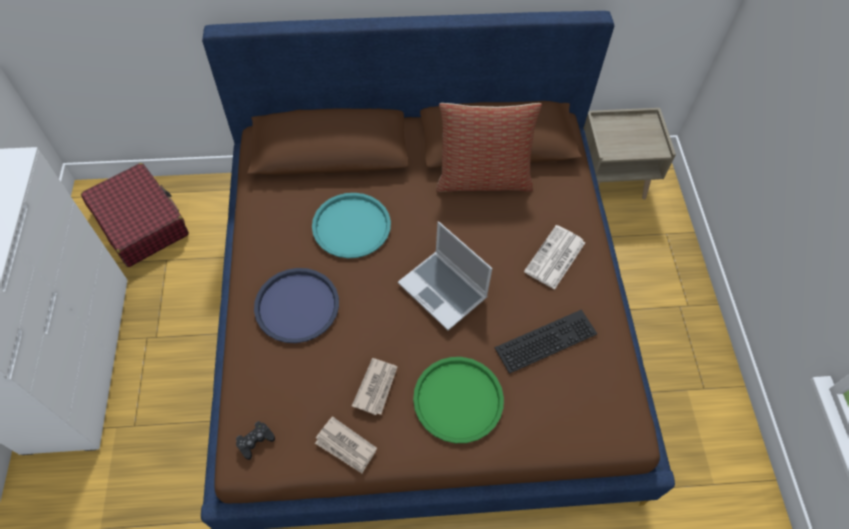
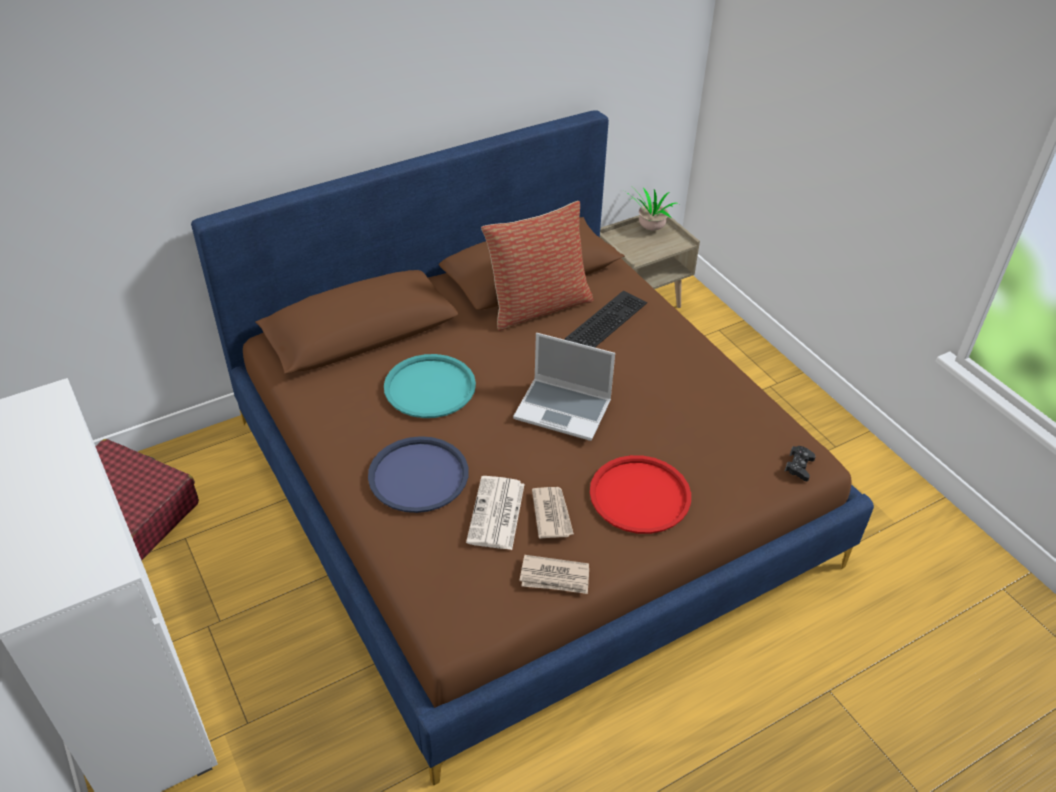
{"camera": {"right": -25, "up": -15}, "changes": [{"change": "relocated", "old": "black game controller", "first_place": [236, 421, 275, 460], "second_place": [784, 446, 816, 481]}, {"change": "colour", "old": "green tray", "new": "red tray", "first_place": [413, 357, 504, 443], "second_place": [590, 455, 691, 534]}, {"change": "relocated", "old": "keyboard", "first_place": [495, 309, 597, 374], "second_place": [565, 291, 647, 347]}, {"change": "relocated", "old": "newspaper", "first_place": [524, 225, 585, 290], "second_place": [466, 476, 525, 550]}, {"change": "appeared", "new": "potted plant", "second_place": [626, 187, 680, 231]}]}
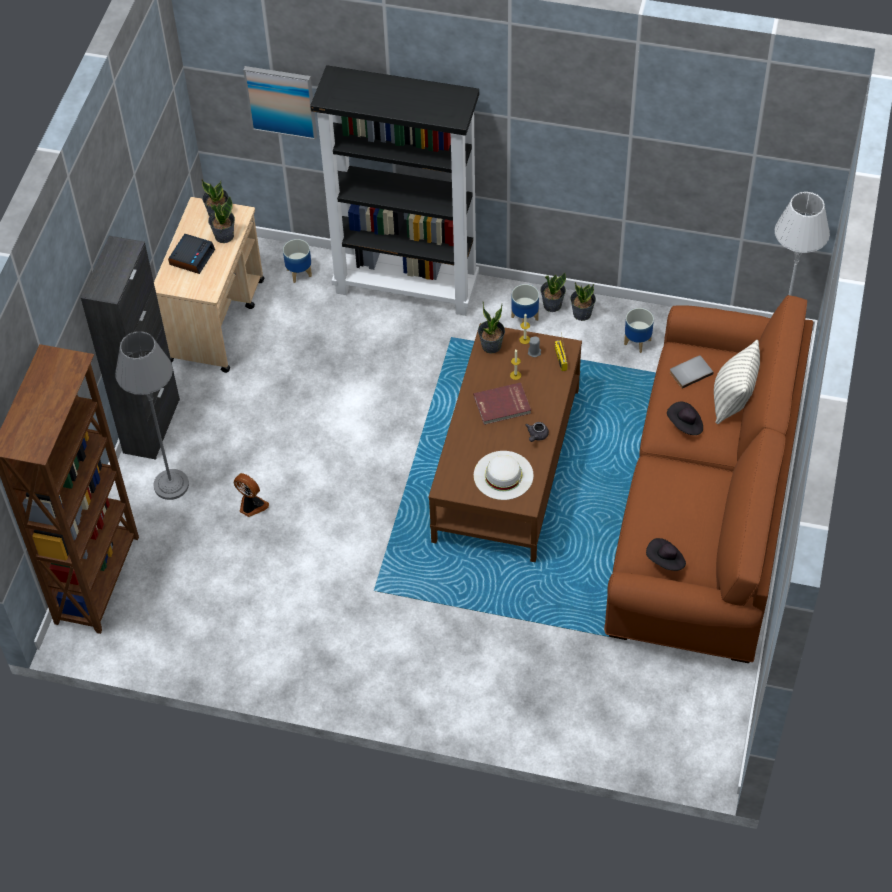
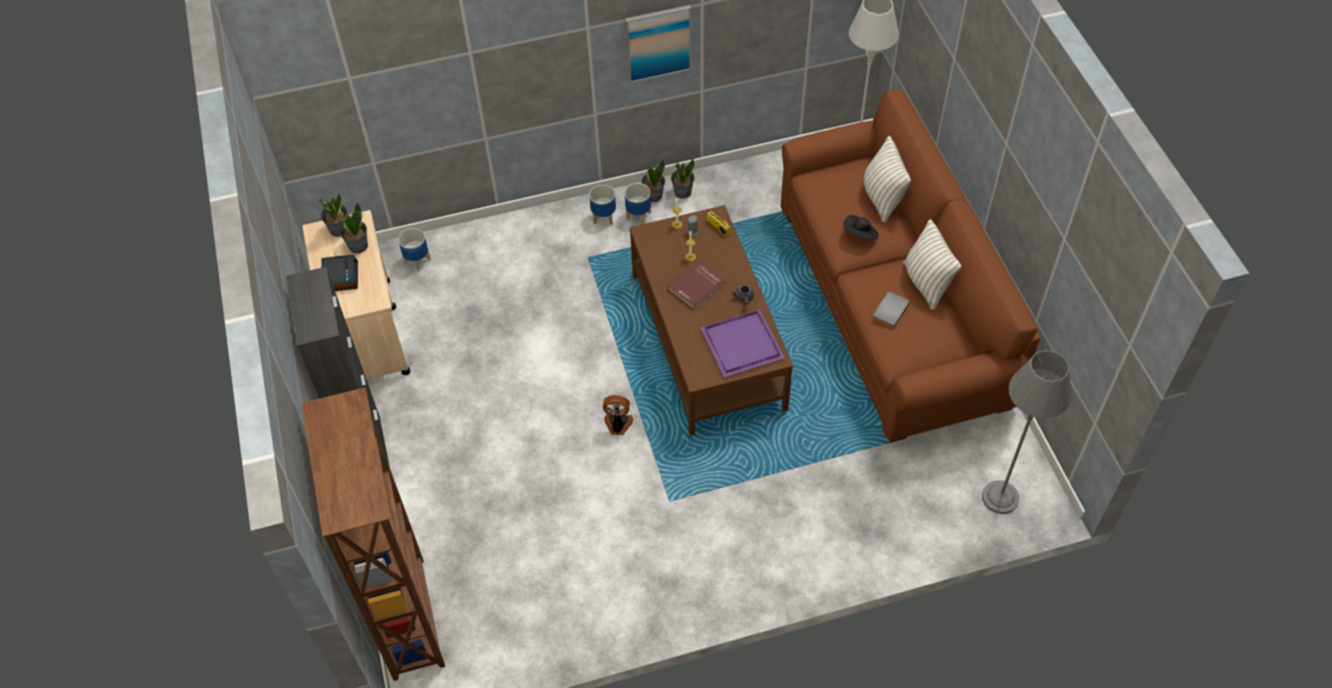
{"camera": {"right": -30, "up": 0}, "changes": [{"change": "relocated", "old": "grey floor lamp", "first_place": [115, 331, 189, 500], "second_place": [982, 350, 1071, 514]}, {"change": "relocated", "old": "fan", "first_place": [234, 473, 269, 517], "second_place": [603, 395, 633, 435]}, {"change": "relocated", "old": "picture", "first_place": [243, 66, 317, 140], "second_place": [625, 5, 691, 83]}, {"change": "missing", "old": "black bookcase", "first_place": [310, 65, 479, 316]}, {"change": "exchanged", "old": "white hat", "new": "purple tray", "first_place": [474, 451, 534, 500], "second_place": [700, 309, 785, 377]}, {"change": "missing", "old": "potted plant", "first_place": [478, 302, 505, 354]}, {"change": "relocated", "old": "planter", "first_place": [624, 308, 654, 353], "second_place": [589, 185, 616, 225]}, {"change": "missing", "old": "black hat", "first_place": [646, 538, 686, 571]}, {"change": "relocated", "old": "grey book", "first_place": [670, 355, 714, 388], "second_place": [872, 291, 910, 328]}, {"change": "appeared", "new": "pillow", "second_place": [903, 219, 961, 310]}]}
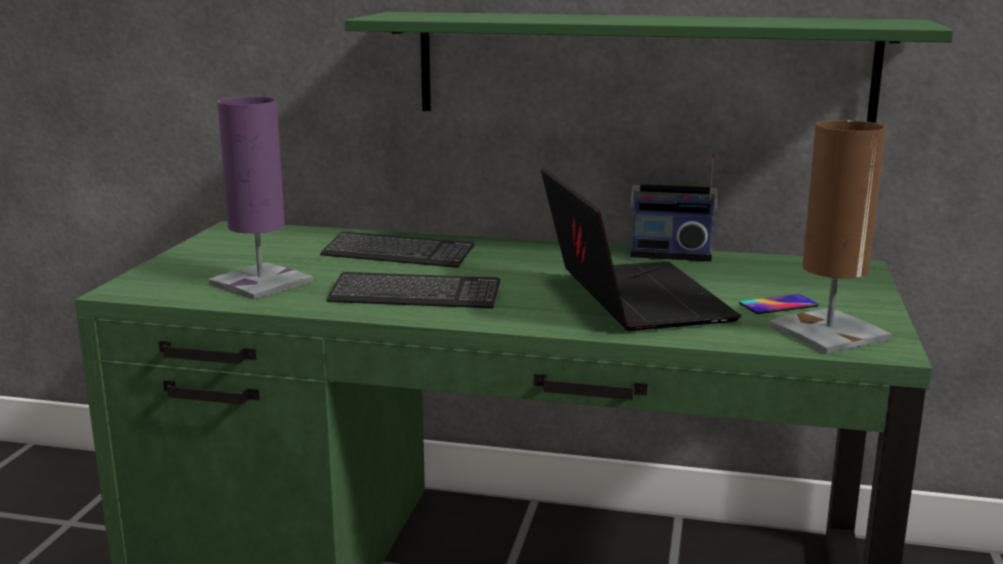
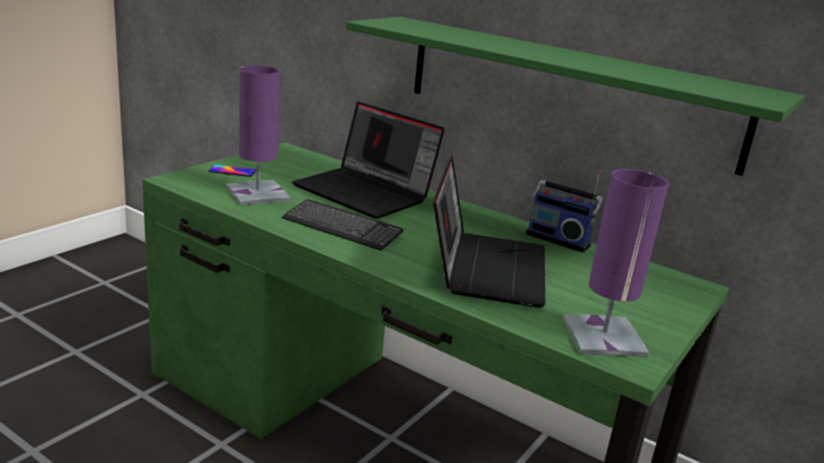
{"camera": {"right": 20, "up": 5}, "changes": [{"change": "exchanged", "old": "keyboard", "new": "laptop", "first_place": [320, 232, 474, 268], "second_place": [292, 102, 445, 219]}, {"change": "relocated", "old": "phone", "first_place": [739, 294, 819, 314], "second_place": [209, 165, 256, 177]}, {"change": "colour", "old": "brown table lamp", "new": "purple table lamp", "first_place": [769, 120, 892, 354], "second_place": [563, 169, 669, 357]}]}
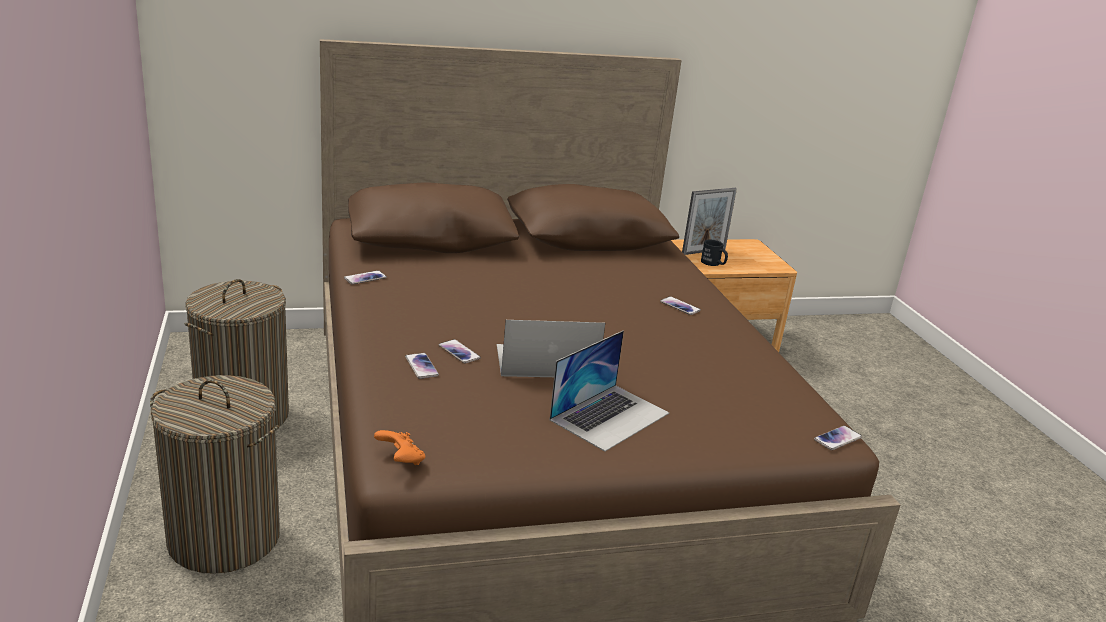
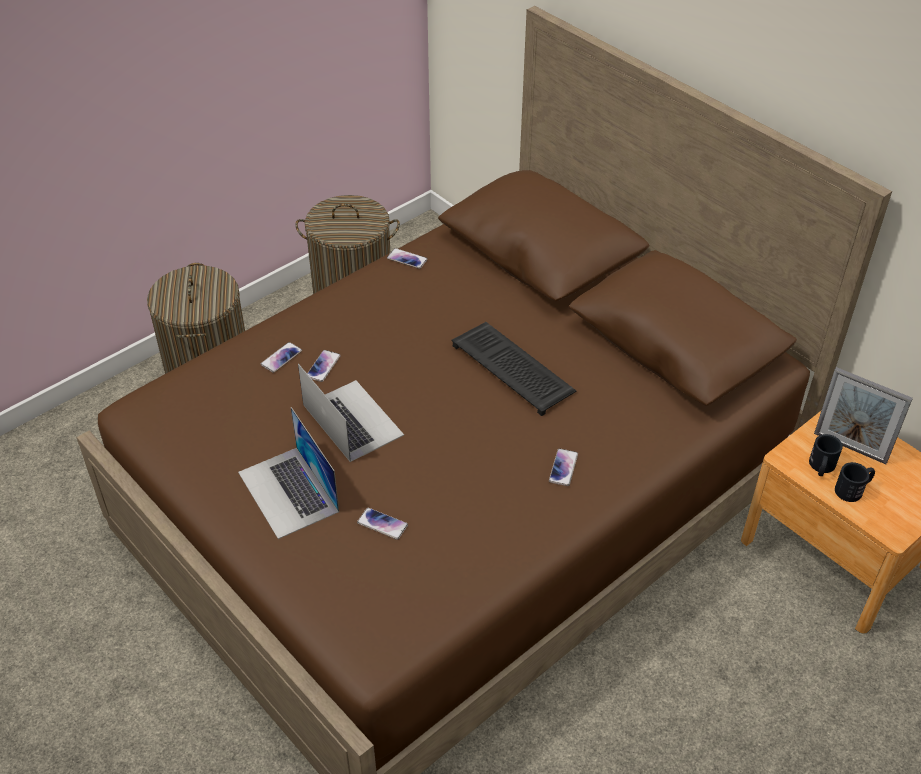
{"camera": {"right": 65, "up": 20}, "changes": [{"change": "missing", "old": "orange game controller", "first_place": [374, 430, 425, 465]}, {"change": "spun", "old": "laptop", "first_place": [550, 331, 669, 452], "second_place": [238, 407, 339, 539], "degrees": 45}, {"change": "relocated", "old": "phone", "first_place": [814, 426, 862, 450], "second_place": [357, 508, 408, 540]}, {"change": "appeared", "new": "keyboard", "second_place": [451, 322, 576, 416]}, {"change": "appeared", "new": "black mug", "second_place": [835, 462, 875, 502]}]}
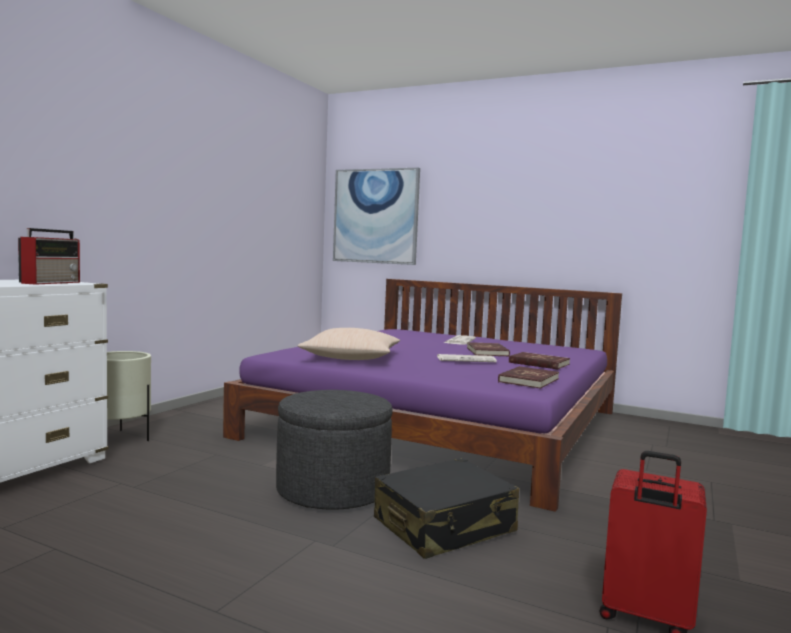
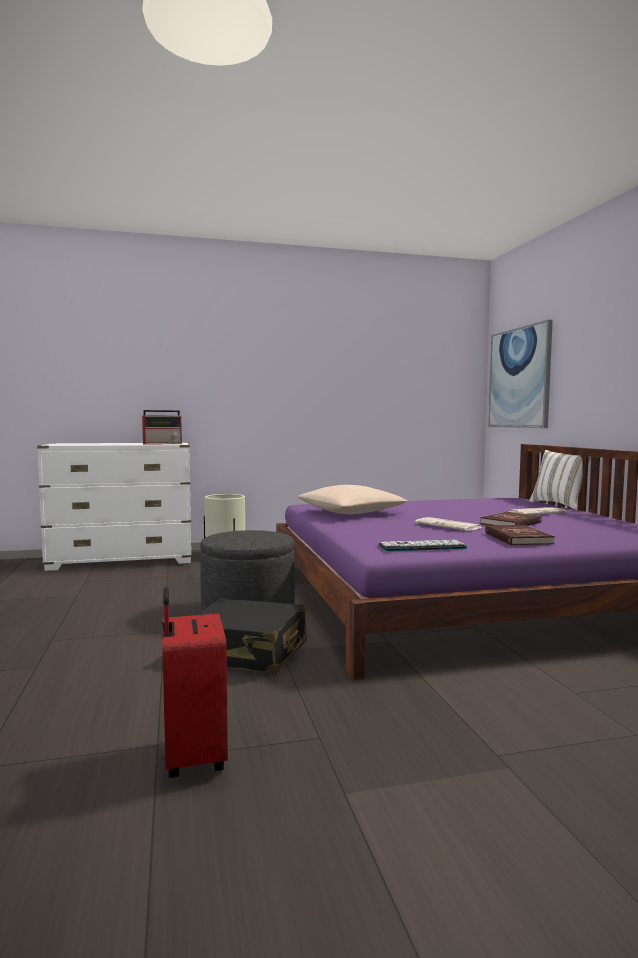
{"camera": {"right": 50, "up": 0}, "changes": [{"change": "exchanged", "old": "red book", "new": "keyboard", "first_place": [498, 366, 559, 389], "second_place": [378, 540, 467, 551]}, {"change": "appeared", "new": "white pillow", "second_place": [529, 450, 591, 509]}]}
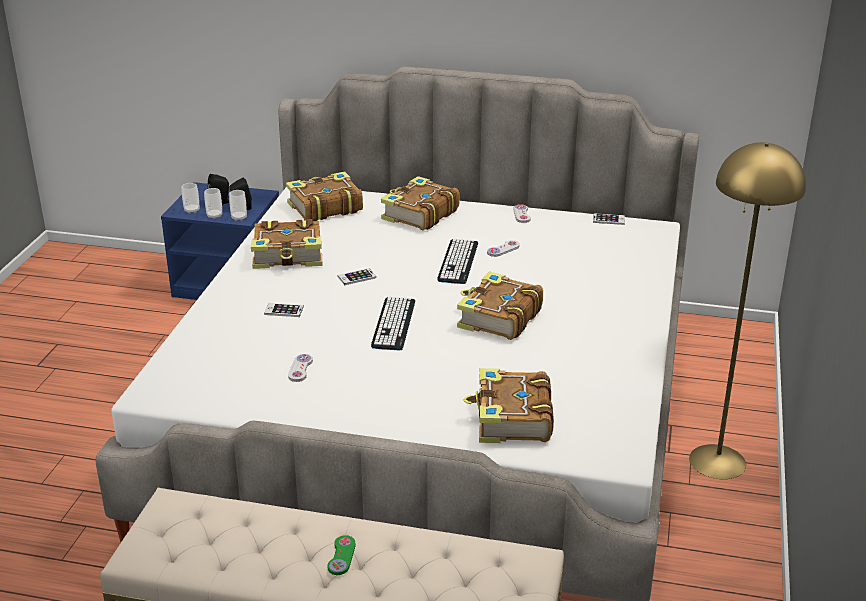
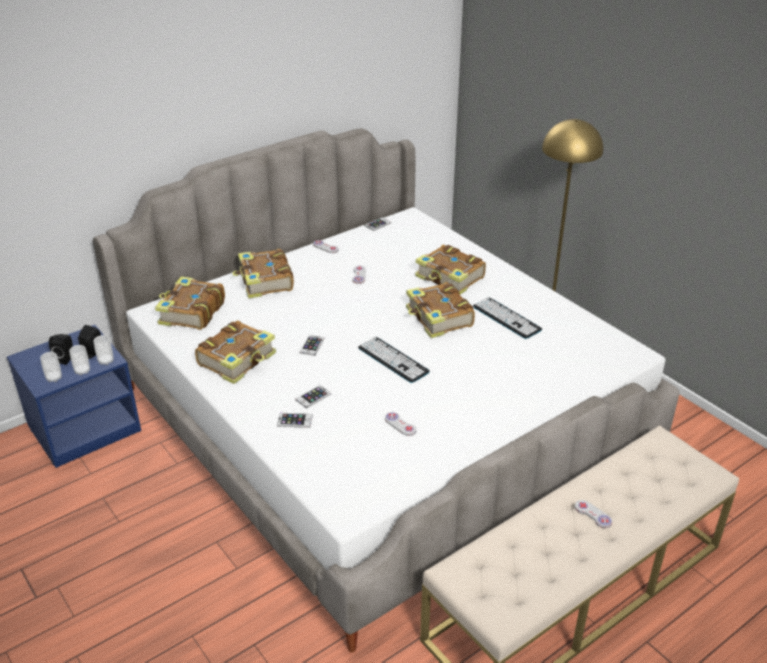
{"camera": {"right": -50, "up": 5}, "changes": [{"change": "colour", "old": "green game controller", "new": "white game controller", "first_place": [327, 535, 356, 575], "second_place": [575, 500, 612, 528]}, {"change": "relocated", "old": "keyboard", "first_place": [437, 239, 478, 284], "second_place": [473, 297, 542, 339]}, {"change": "relocated", "old": "book", "first_place": [463, 368, 554, 443], "second_place": [415, 245, 486, 295]}, {"change": "appeared", "new": "phone", "second_place": [277, 413, 313, 428]}]}
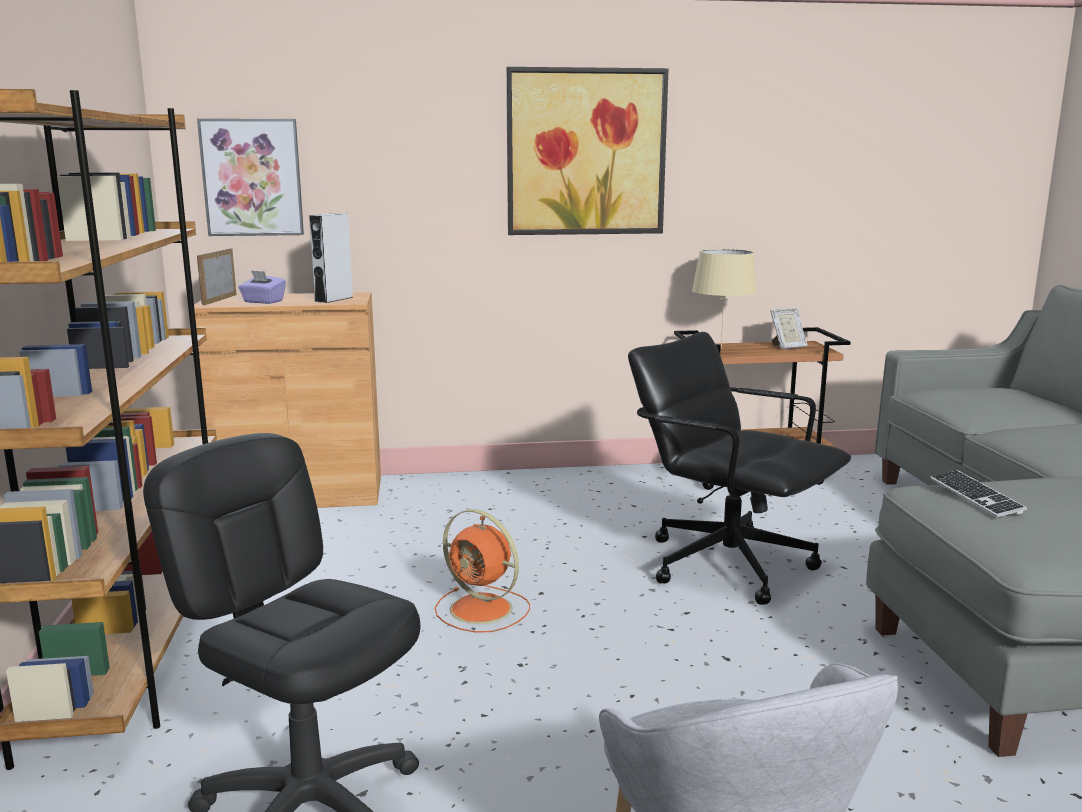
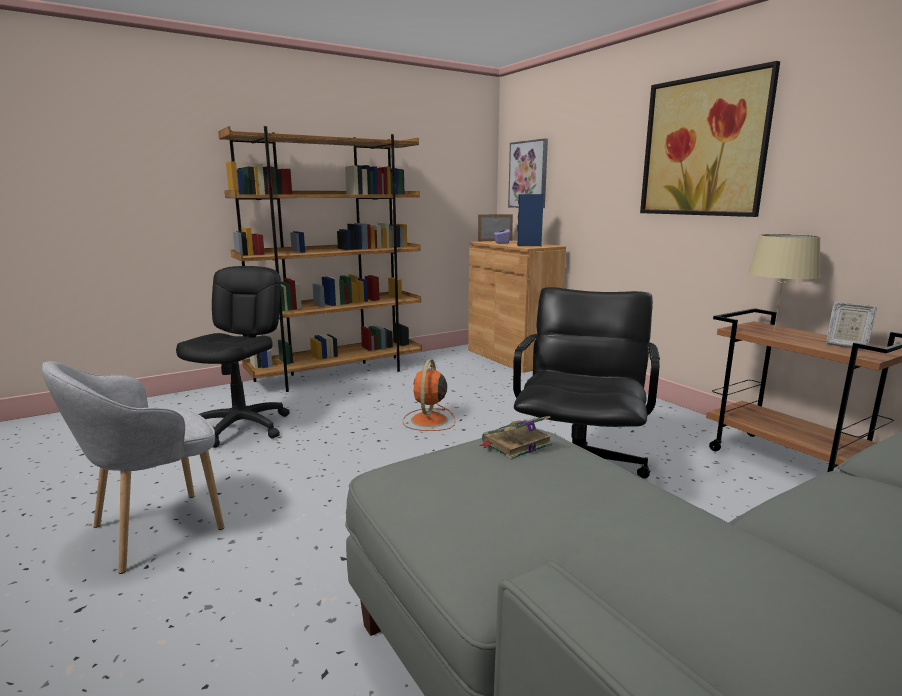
{"camera": {"right": 65, "up": 0}, "changes": [{"change": "colour", "old": "grey speaker", "new": "blue speaker", "first_place": [309, 213, 354, 303], "second_place": [517, 194, 544, 246]}, {"change": "exchanged", "old": "keyboard", "new": "book", "first_place": [930, 470, 1027, 517], "second_place": [479, 416, 552, 460]}]}
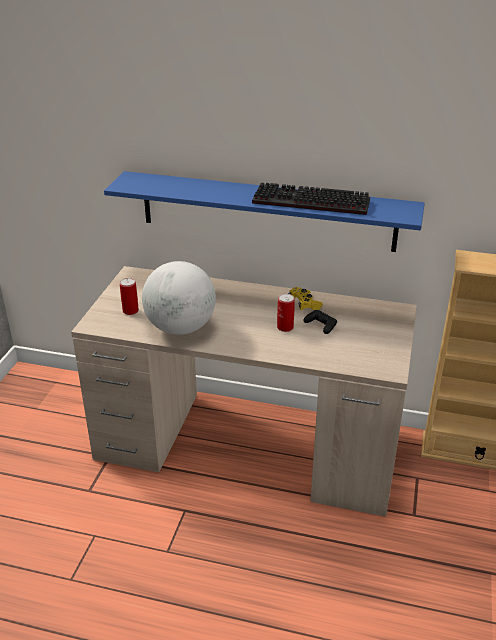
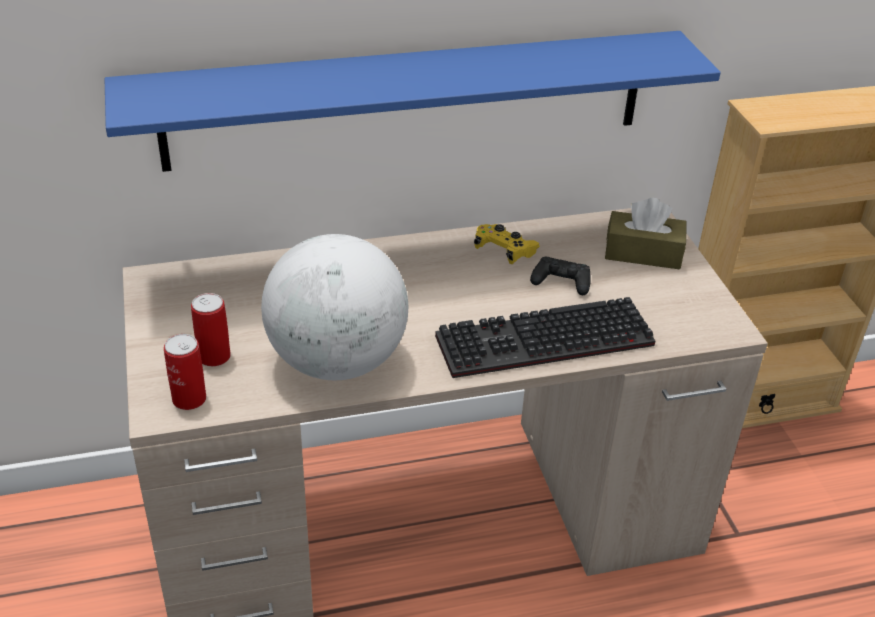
{"camera": {"right": -30, "up": 5}, "changes": [{"change": "relocated", "old": "keyboard", "first_place": [252, 183, 370, 215], "second_place": [435, 297, 655, 378]}, {"change": "relocated", "old": "can", "first_place": [277, 294, 295, 332], "second_place": [164, 334, 206, 410]}, {"change": "appeared", "new": "brown tissue box", "second_place": [605, 198, 687, 270]}]}
